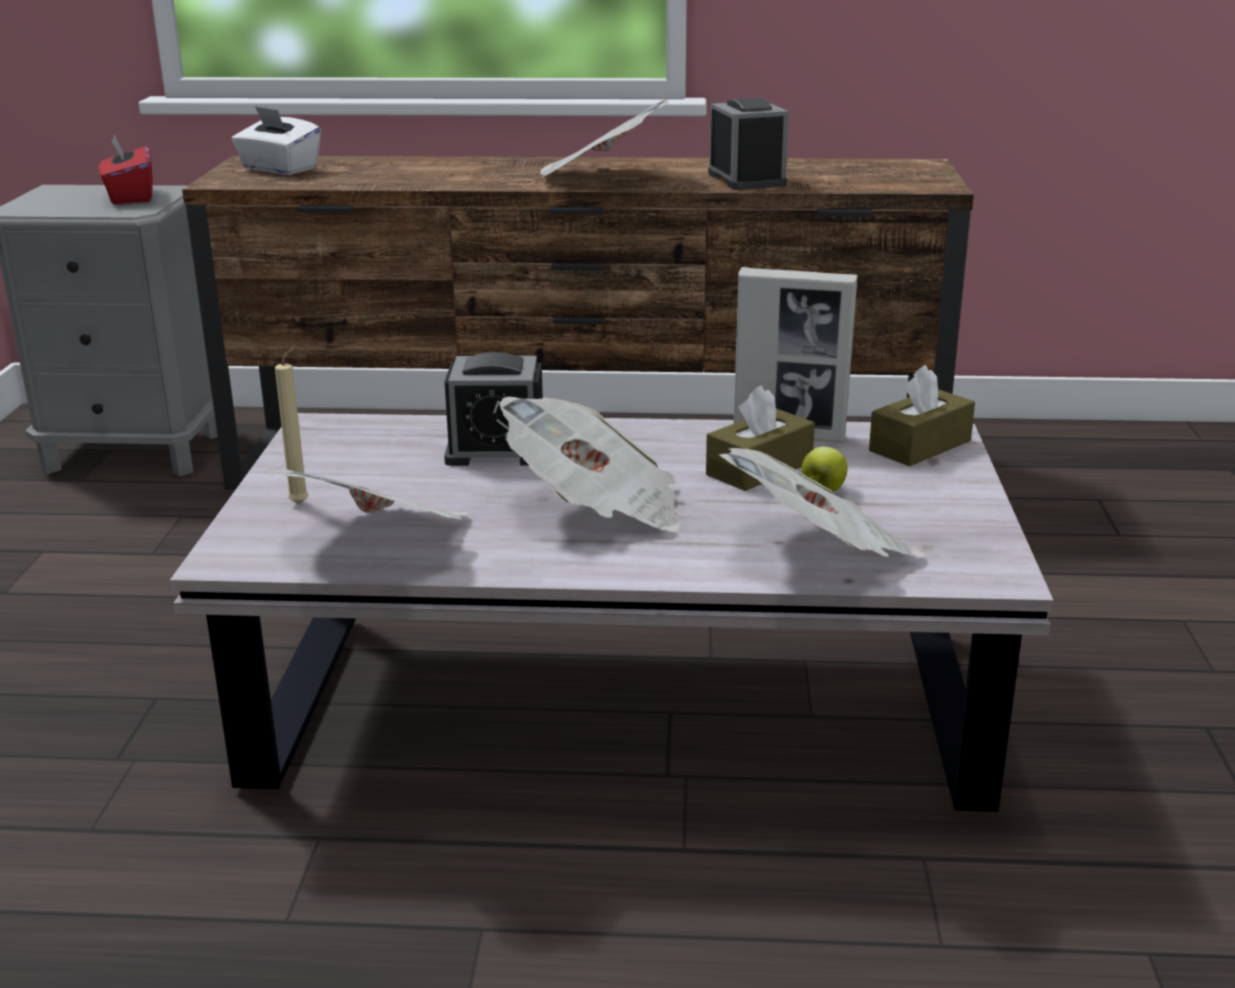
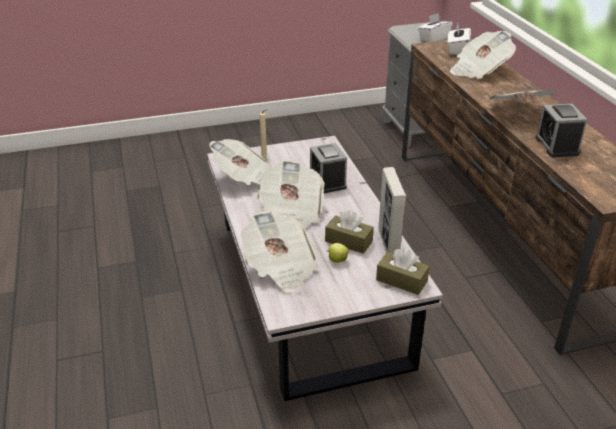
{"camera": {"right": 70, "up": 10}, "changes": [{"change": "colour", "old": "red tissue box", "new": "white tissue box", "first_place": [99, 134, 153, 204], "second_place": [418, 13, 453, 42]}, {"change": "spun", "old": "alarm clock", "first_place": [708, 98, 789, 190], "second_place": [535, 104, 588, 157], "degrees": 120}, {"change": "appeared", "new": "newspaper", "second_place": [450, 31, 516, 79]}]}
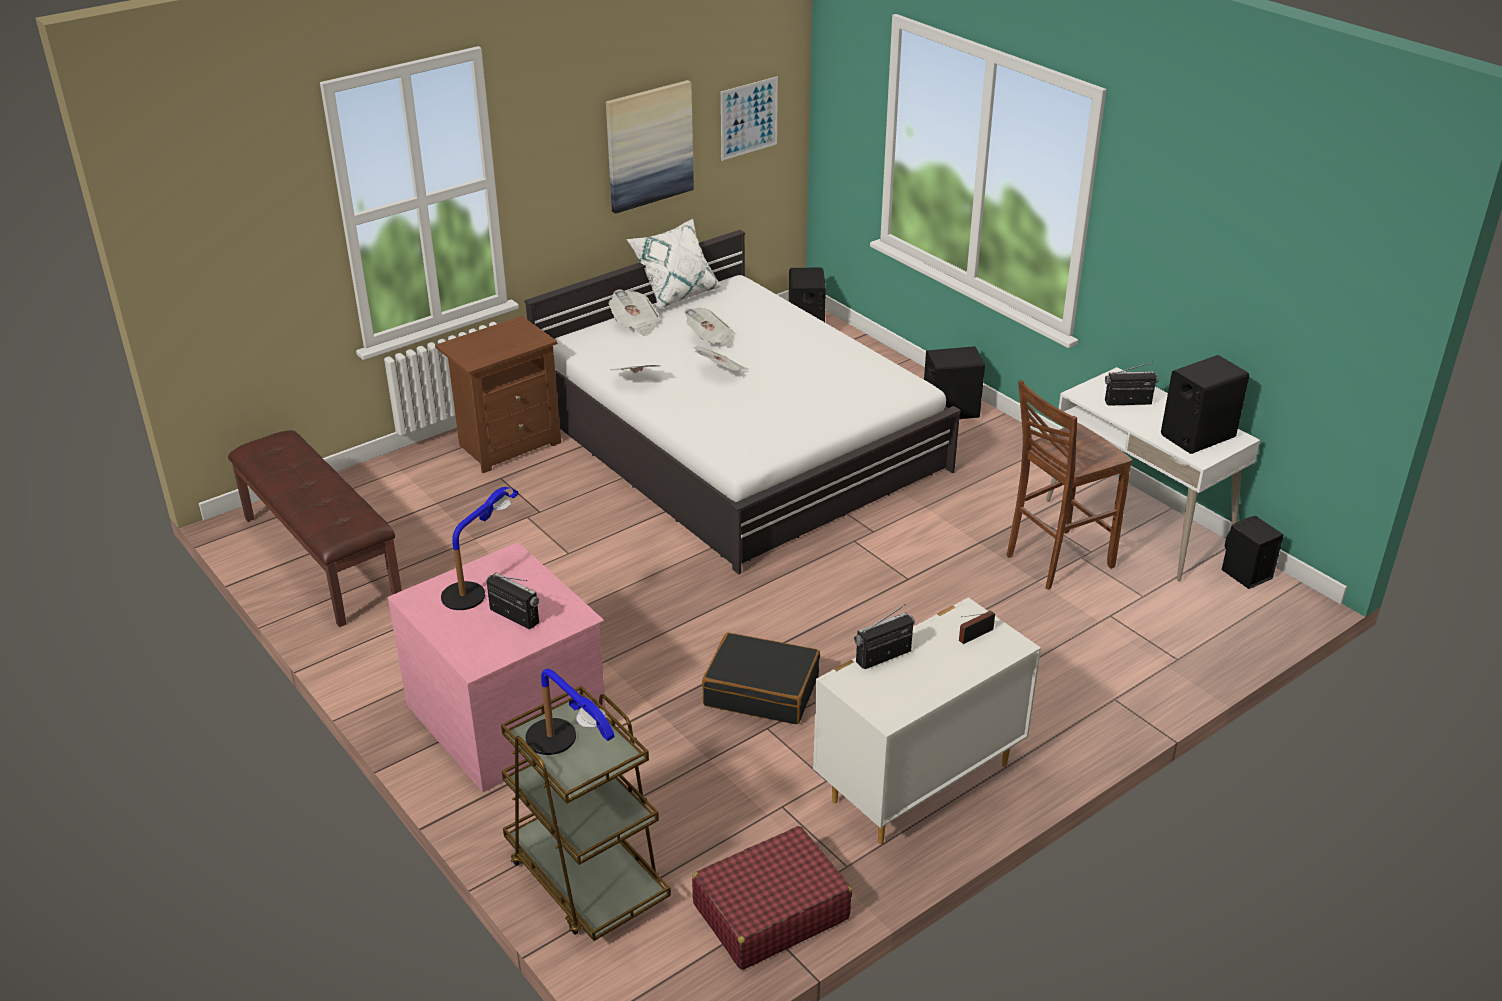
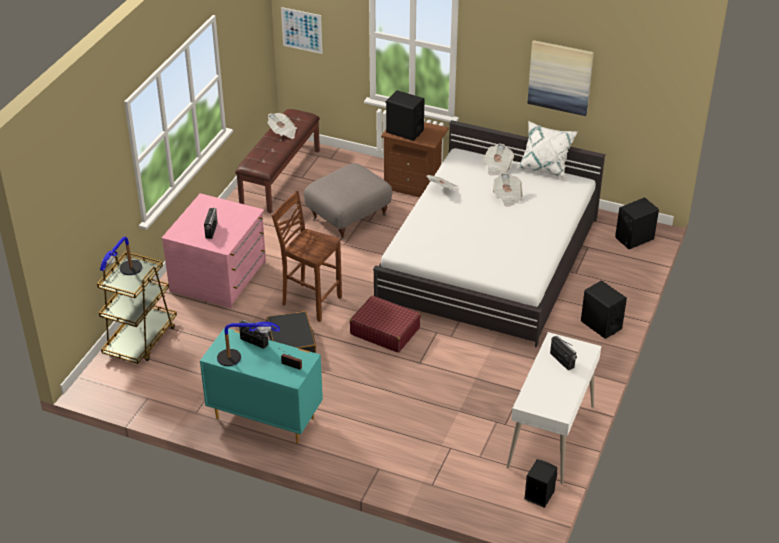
{"camera": {"right": 60, "up": 5}, "changes": [{"change": "relocated", "old": "table lamp", "first_place": [441, 487, 518, 610], "second_place": [217, 321, 280, 366]}, {"change": "relocated", "old": "red suitcase", "first_place": [692, 826, 852, 970], "second_place": [350, 295, 421, 353]}, {"change": "relocated", "old": "newspaper", "first_place": [694, 346, 749, 372], "second_place": [267, 113, 297, 139]}, {"change": "relocated", "old": "picture", "first_place": [721, 77, 778, 161], "second_place": [281, 7, 323, 54]}, {"change": "colour", "old": "white dresser", "new": "turquoise dresser", "first_place": [813, 597, 1041, 844], "second_place": [200, 327, 323, 444]}, {"change": "relocated", "old": "brown stool", "first_place": [1007, 380, 1132, 590], "second_place": [272, 190, 342, 322]}, {"change": "relocated", "old": "black speaker", "first_place": [1161, 355, 1249, 454], "second_place": [385, 90, 425, 141]}, {"change": "appeared", "new": "grey ottoman", "second_place": [304, 163, 392, 240]}]}
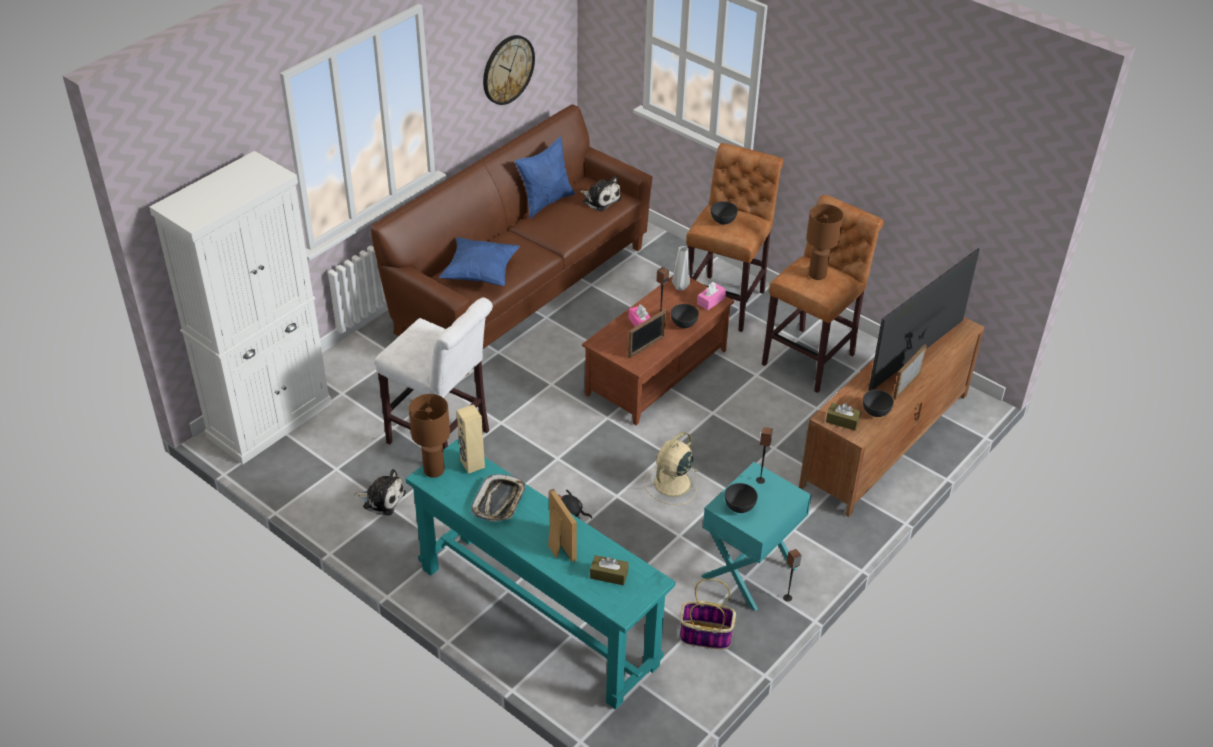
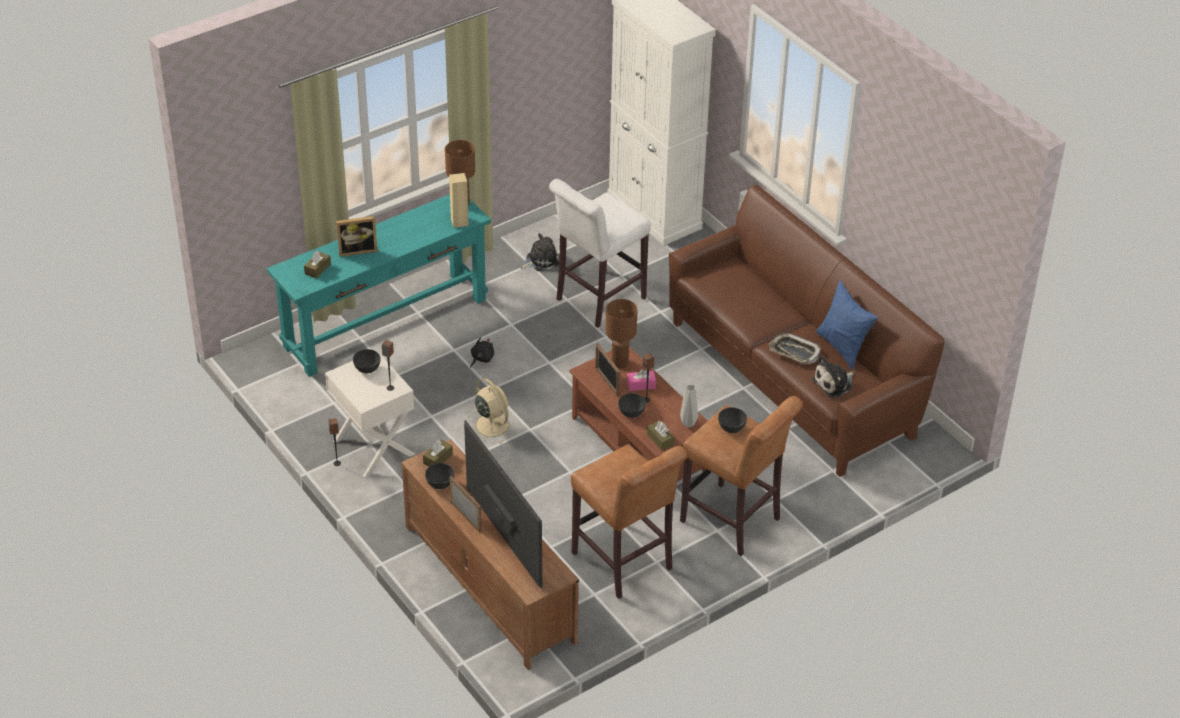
{"camera": {"right": 105, "up": 0}, "changes": [{"change": "spun", "old": "plush toy", "first_place": [354, 469, 406, 515], "second_place": [520, 233, 559, 271], "degrees": -150}, {"change": "missing", "old": "blue pillow", "first_place": [439, 237, 520, 286]}, {"change": "relocated", "old": "tray", "first_place": [471, 474, 526, 522], "second_place": [769, 333, 820, 364]}, {"change": "missing", "old": "wall clock", "first_place": [483, 35, 535, 105]}, {"change": "missing", "old": "basket", "first_place": [680, 578, 736, 649]}, {"change": "colour", "old": "pink tissue box", "new": "brown tissue box", "first_place": [697, 282, 726, 310], "second_place": [647, 421, 675, 451]}, {"change": "colour", "old": "turquoise nightstand", "new": "white nightstand", "first_place": [701, 462, 812, 611], "second_place": [325, 350, 415, 478]}, {"change": "relocated", "old": "brown table lamp", "first_place": [806, 204, 843, 280], "second_place": [605, 299, 637, 368]}]}
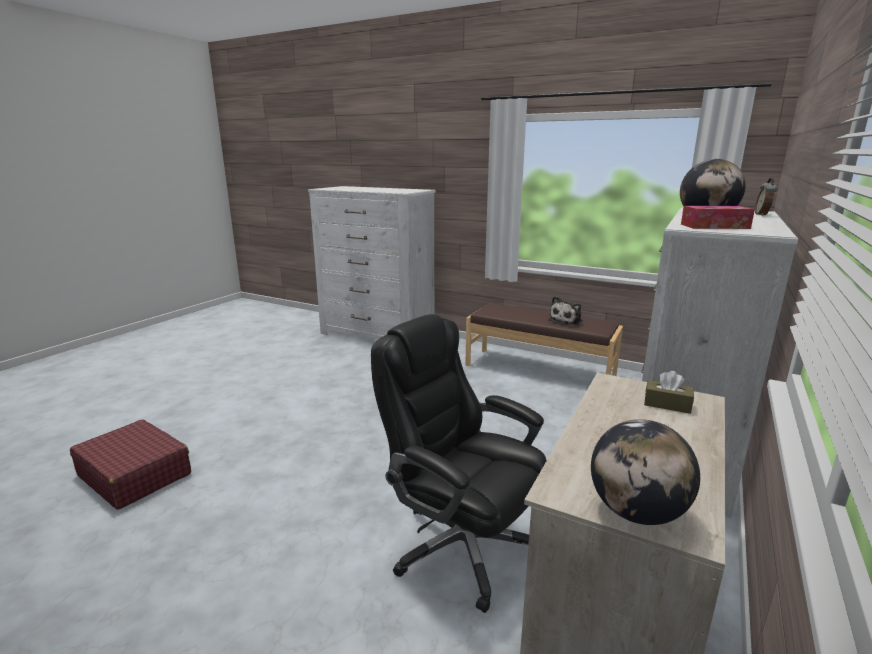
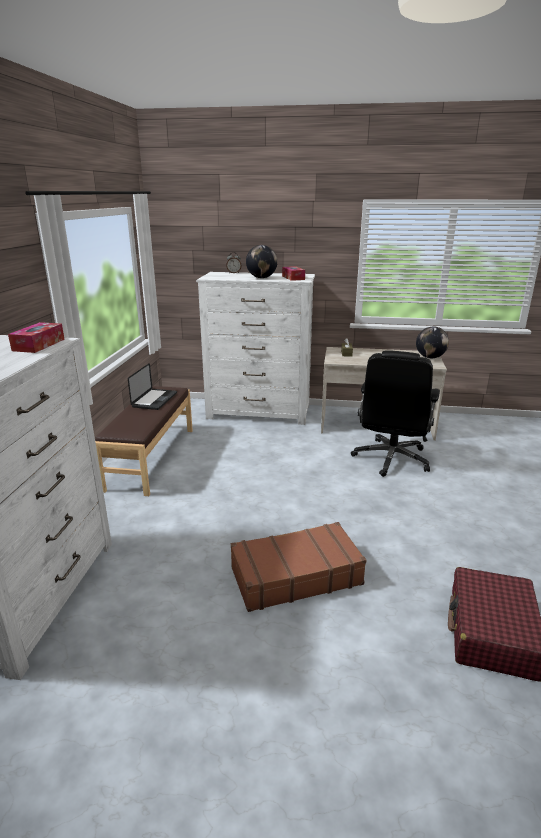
{"camera": {"right": -110, "up": 5}, "changes": [{"change": "exchanged", "old": "plush toy", "new": "laptop", "first_place": [548, 296, 583, 325], "second_place": [128, 363, 177, 410]}, {"change": "appeared", "new": "tissue box", "second_place": [8, 322, 65, 353]}, {"change": "appeared", "new": "brown suitcase", "second_place": [231, 522, 367, 612]}]}
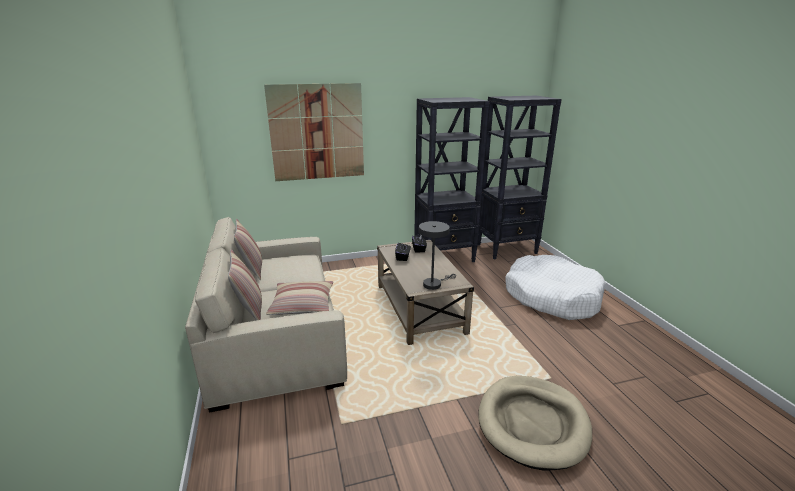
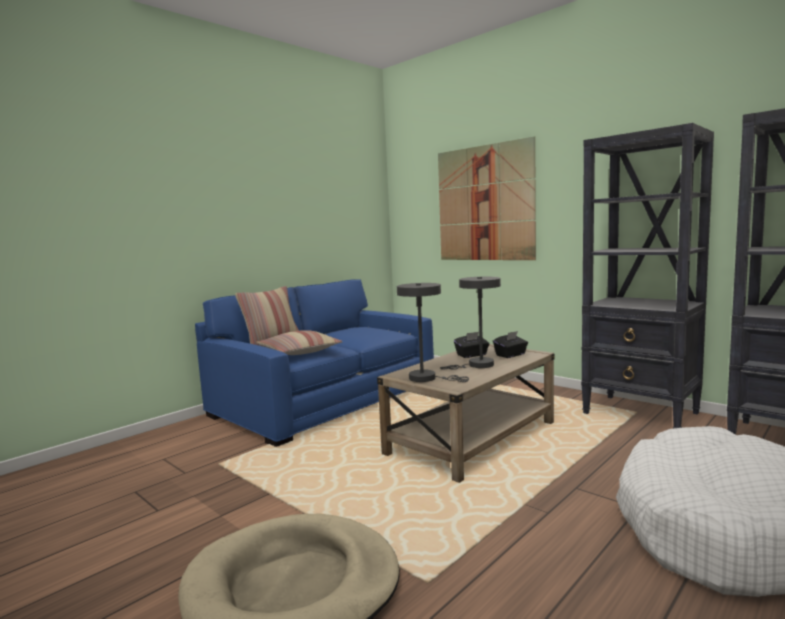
{"camera": {"right": 60, "up": -15}, "changes": [{"change": "colour", "old": "beige sofa", "new": "blue sofa", "first_place": [185, 217, 347, 413], "second_place": [195, 279, 434, 447]}, {"change": "missing", "old": "pillow", "first_place": [234, 219, 262, 281]}, {"change": "appeared", "new": "grey table lamp", "second_place": [440, 277, 501, 370]}]}
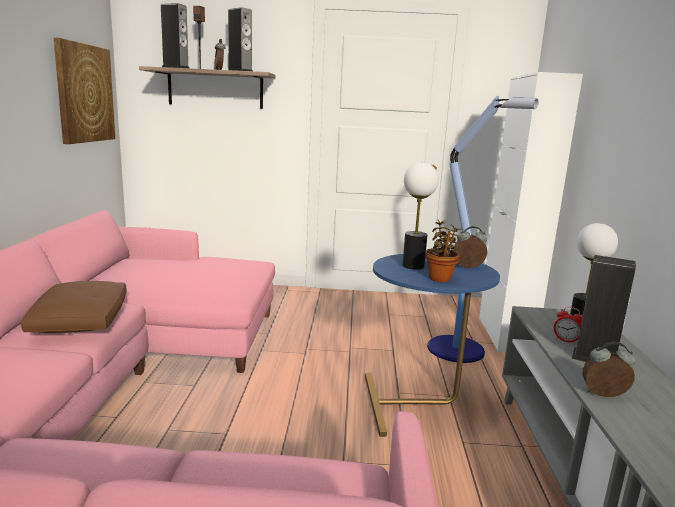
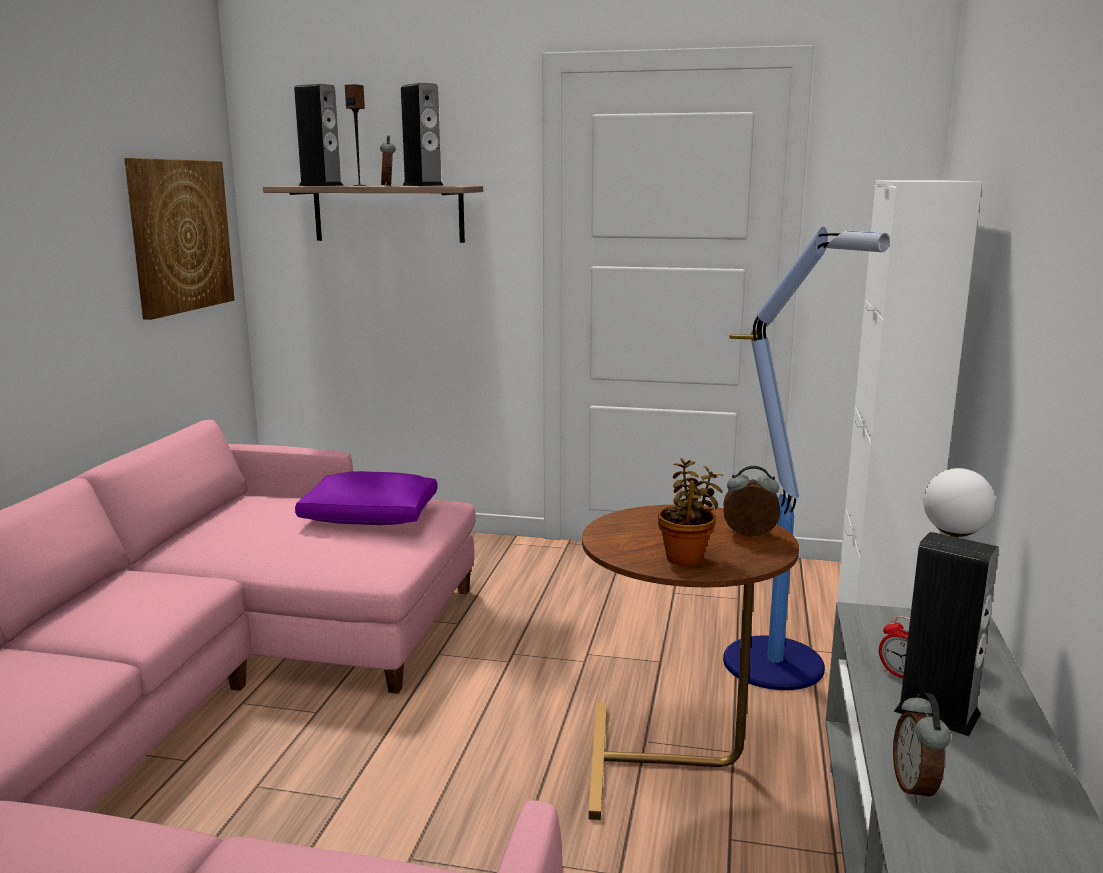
{"camera": {"right": 10, "up": 0}, "changes": [{"change": "missing", "old": "brown pillow", "first_place": [21, 281, 127, 333]}, {"change": "colour", "old": "blue side table", "new": "brown side table", "first_place": [365, 254, 500, 437], "second_place": [582, 505, 799, 820]}, {"change": "missing", "old": "table lamp", "first_place": [402, 162, 439, 270]}, {"change": "spun", "old": "alarm clock", "first_place": [583, 342, 635, 397], "second_place": [893, 693, 951, 804], "degrees": -105}, {"change": "appeared", "new": "purple pillow", "second_place": [295, 471, 438, 525]}]}
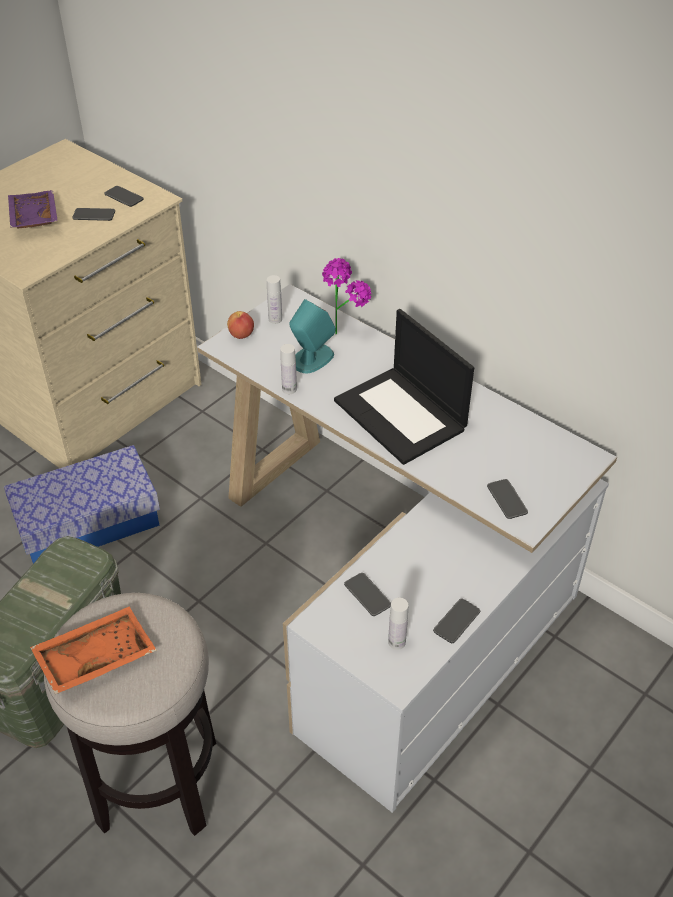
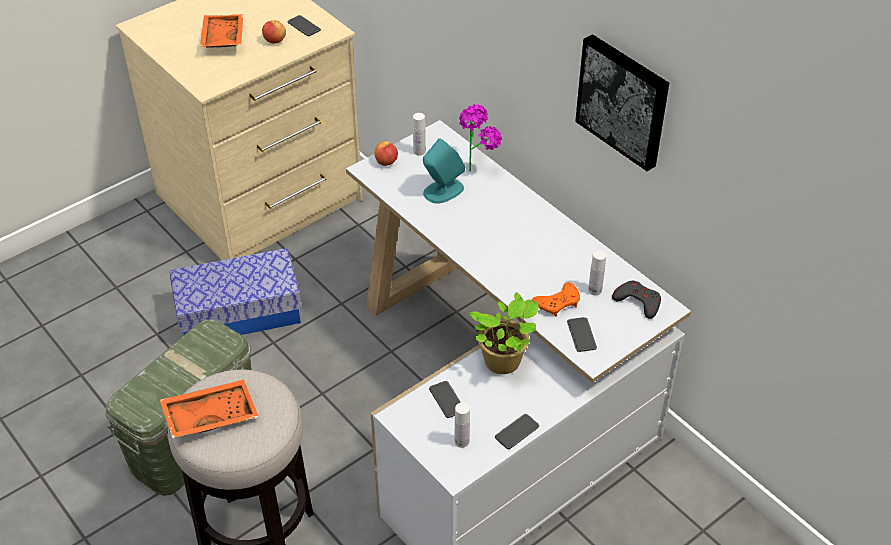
{"camera": {"right": 10, "up": 0}, "changes": [{"change": "colour", "old": "purple tray", "new": "orange tray", "first_place": [8, 190, 58, 229], "second_place": [200, 14, 243, 48]}, {"change": "exchanged", "old": "phone", "new": "apple", "first_place": [72, 208, 115, 221], "second_place": [262, 20, 286, 44]}, {"change": "relocated", "old": "white bottle", "first_place": [280, 344, 297, 394], "second_place": [588, 250, 606, 295]}, {"change": "missing", "old": "laptop", "first_place": [334, 309, 474, 465]}, {"change": "appeared", "new": "potted plant", "second_place": [469, 292, 539, 374]}, {"change": "appeared", "new": "orange game controller", "second_place": [532, 282, 580, 317]}, {"change": "appeared", "new": "picture", "second_place": [575, 34, 669, 171]}, {"change": "appeared", "new": "grey game controller", "second_place": [612, 281, 661, 319]}]}
